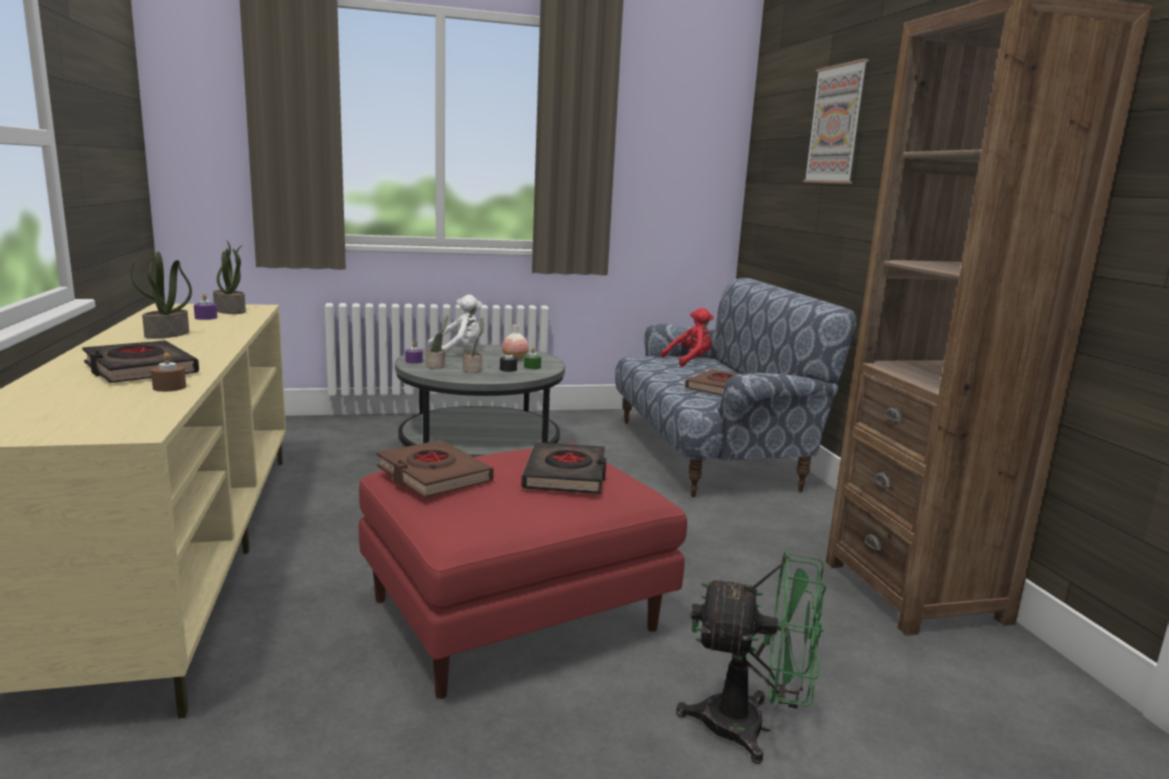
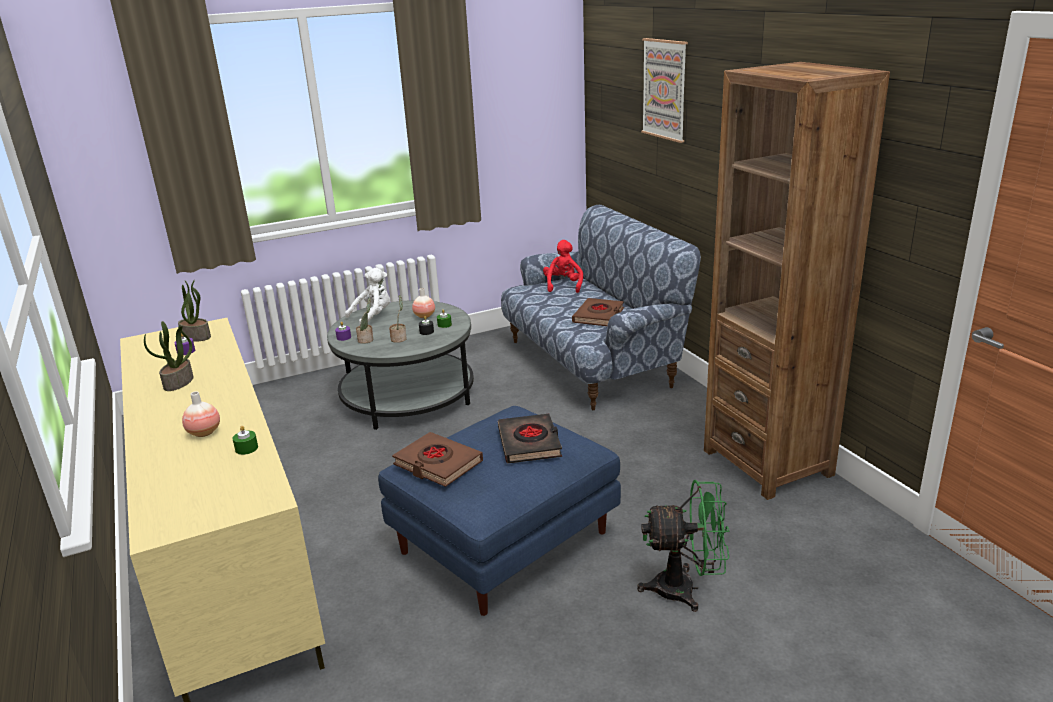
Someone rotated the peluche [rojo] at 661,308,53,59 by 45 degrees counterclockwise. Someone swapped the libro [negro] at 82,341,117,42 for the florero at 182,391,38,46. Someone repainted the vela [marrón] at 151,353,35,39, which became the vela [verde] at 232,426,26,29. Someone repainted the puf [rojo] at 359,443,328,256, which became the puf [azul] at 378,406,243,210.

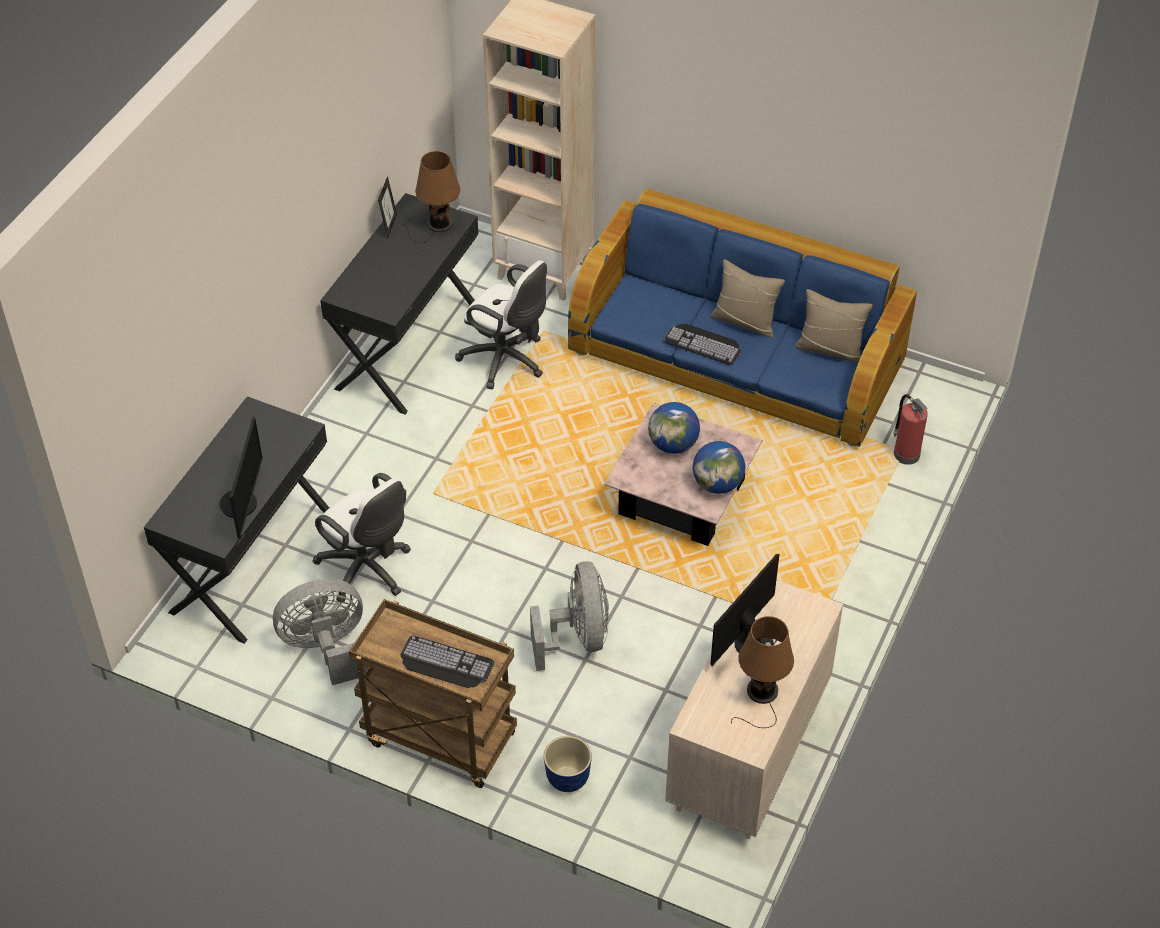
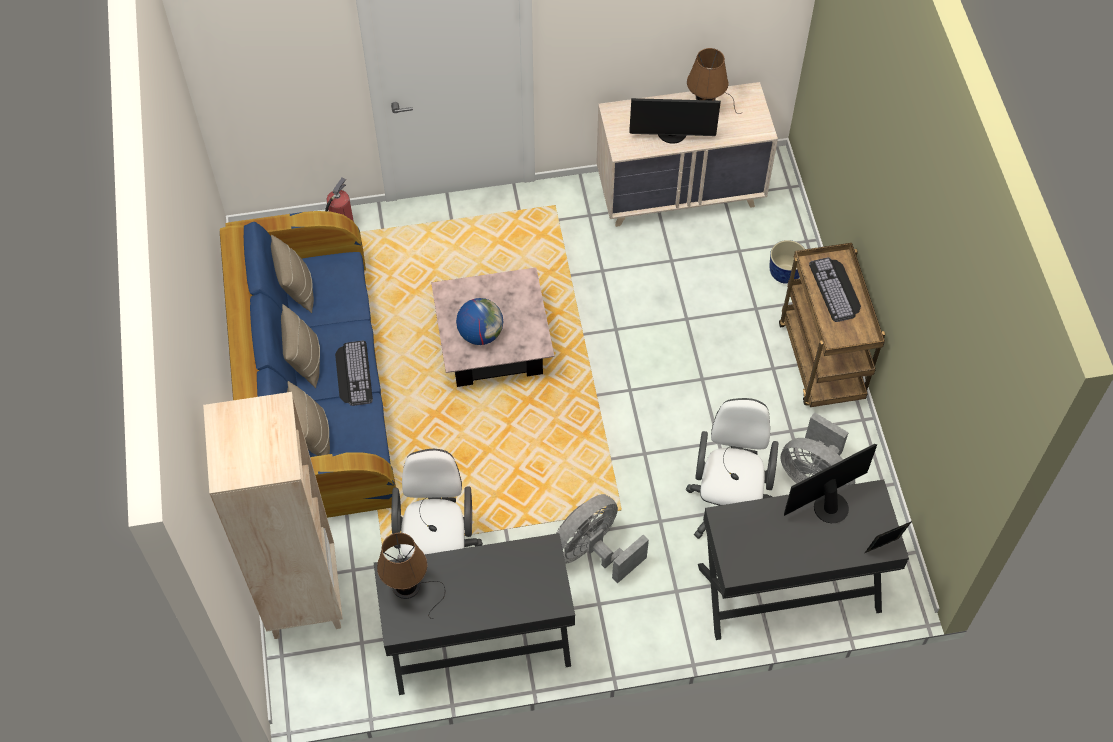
Someone carried the portarretratos from 378,176,19,62 to 865,521,47,32. Someone took away the globo terráqueo at 693,441,52,53. Someone carried the ventilador [gris] from 530,561,79,110 to 556,494,93,89. Someone put down the cojín [beis] at 287,381,43,75.

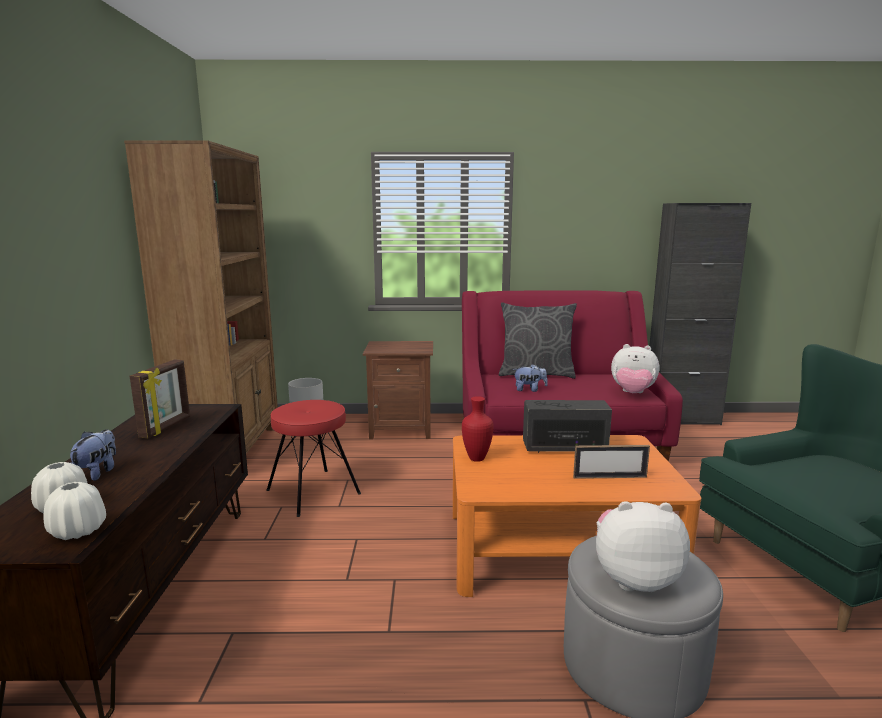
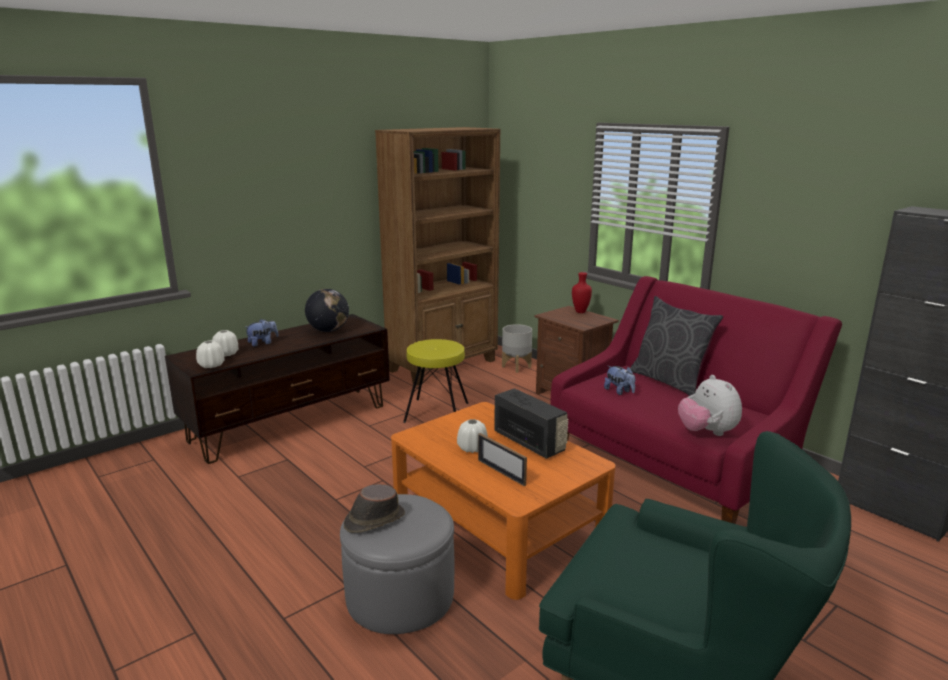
Someone swapped the portarretratos at 130,360,60,78 for the globo terráqueo at 305,289,44,43. Someone carried the florero [rojo] from 462,396,32,66 to 572,272,20,41. Someone repainted the taburete [rojo] at 266,400,95,117, which became the taburete [amarillo] at 403,339,66,84. Someone swapped the peluche at 596,501,94,91 for the sombrero [marrón] at 344,484,61,49. Someone put down the florero [blanco] at 457,419,31,34.

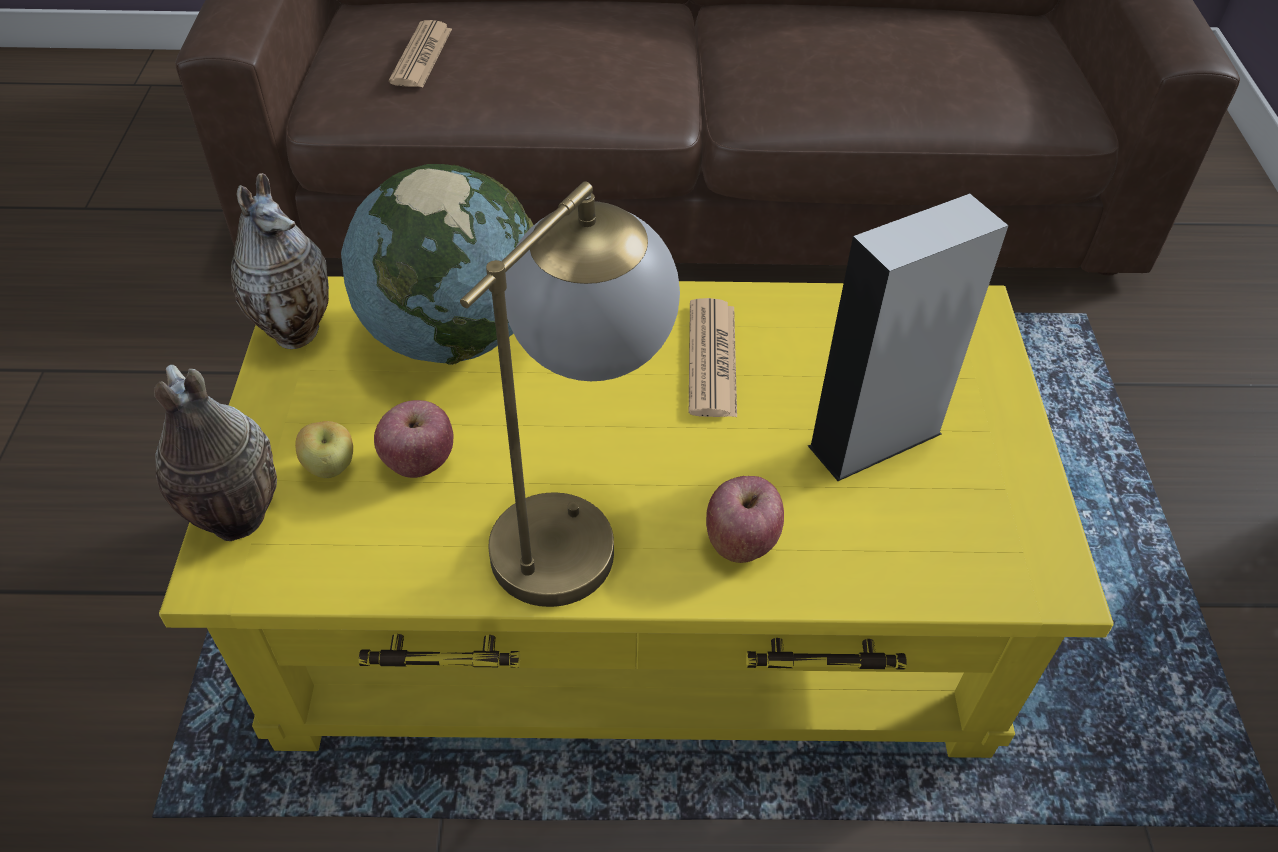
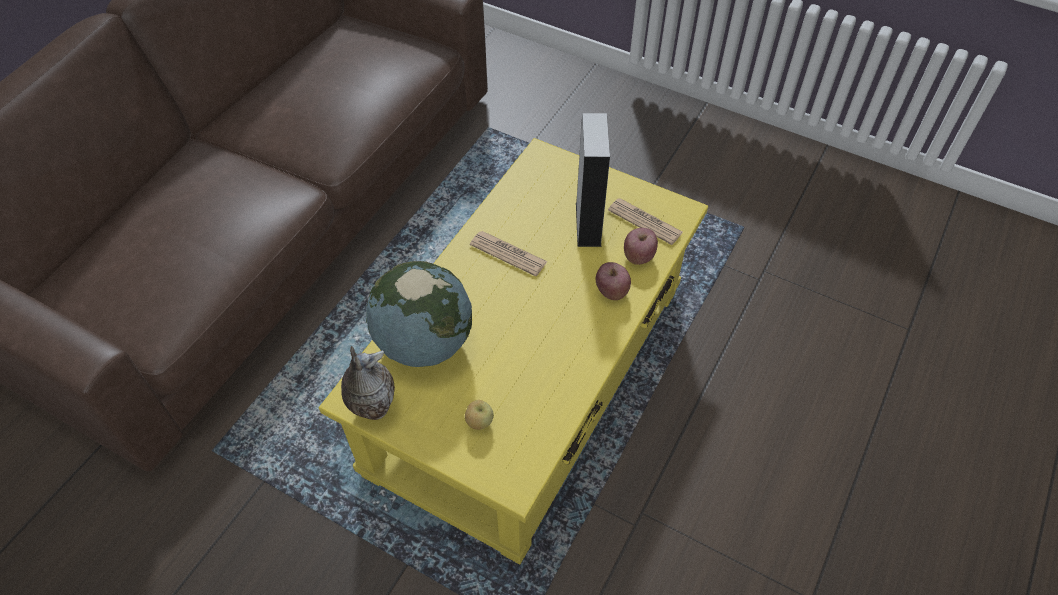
Someone carried the periódico from 389,20,63,68 to 608,198,75,47. Someone took away the lámpara de mesa at 460,181,220,426. Someone took away the florero at 154,365,123,176. Someone carried the manzana from 374,400,80,78 to 624,228,34,37.

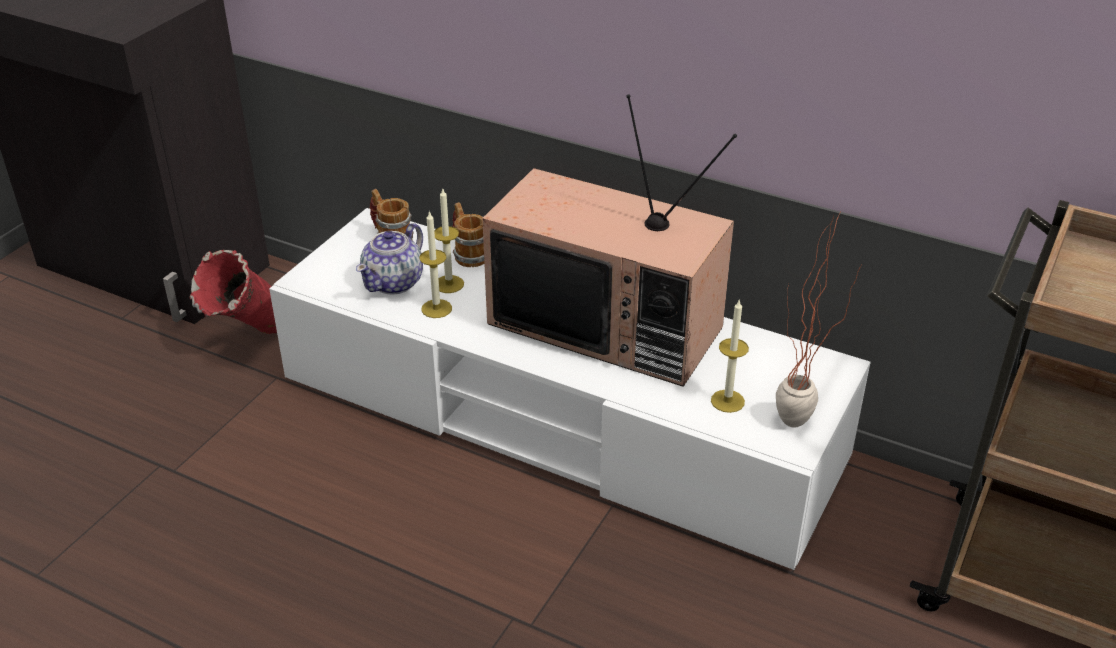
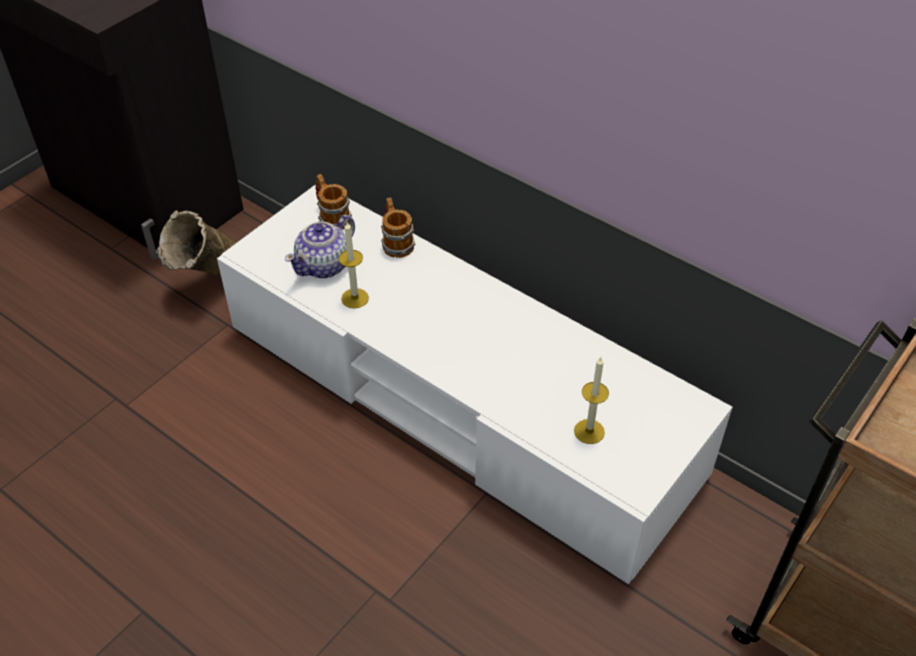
Someone took away the televisor at 482,94,255,293. Someone took away the vela at 434,189,30,104. Someone took away the planta en maceta at 776,213,85,215. Someone repainted the florero [rojo] at 189,250,88,84, which became the florero [beis] at 157,210,79,67.

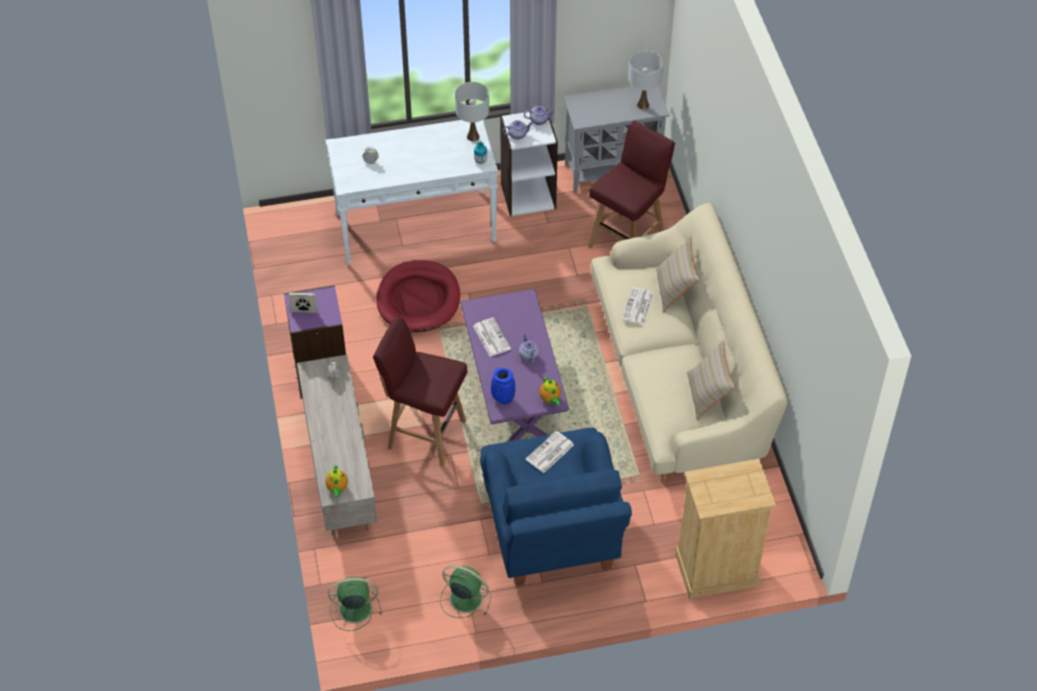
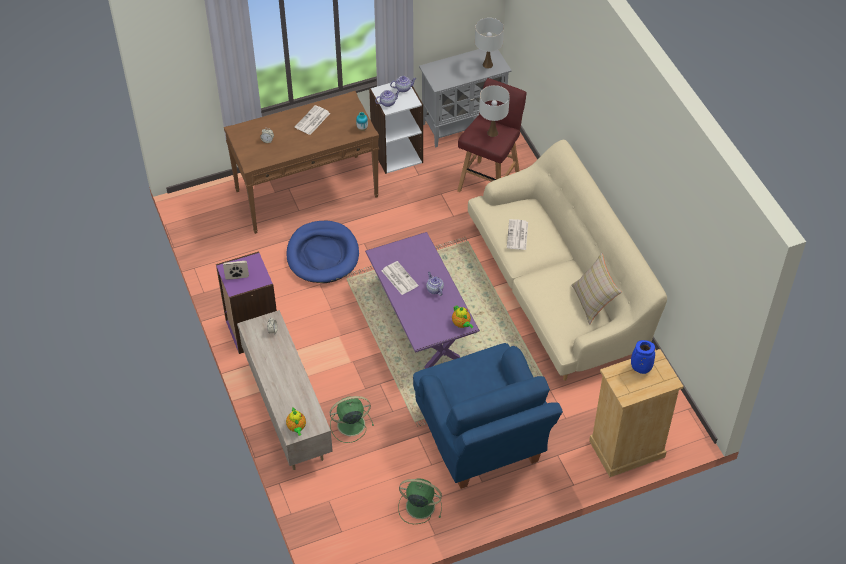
Someone carried the lámpara de mesa [blanco] from 455,82,34,59 to 479,85,31,52. Someone repainted the mesa consola [blanco] at 325,120,173,145, which became the mesa consola [marrón] at 224,91,155,143. Someone took away the cojín [beis] at 656,236,44,76. Someone repainted the cama para perro [rojo] at 376,260,84,72, which became the cama para perro [azul] at 287,221,72,62. Someone took away the taburete [rojo] at 373,316,95,151. Someone carried the florero [azul] from 491,368,24,36 to 631,340,24,34. Someone carried the periódico from 526,431,48,42 to 295,105,35,30. Someone carried the ventilador [verde] from 328,577,54,54 to 330,396,44,47.

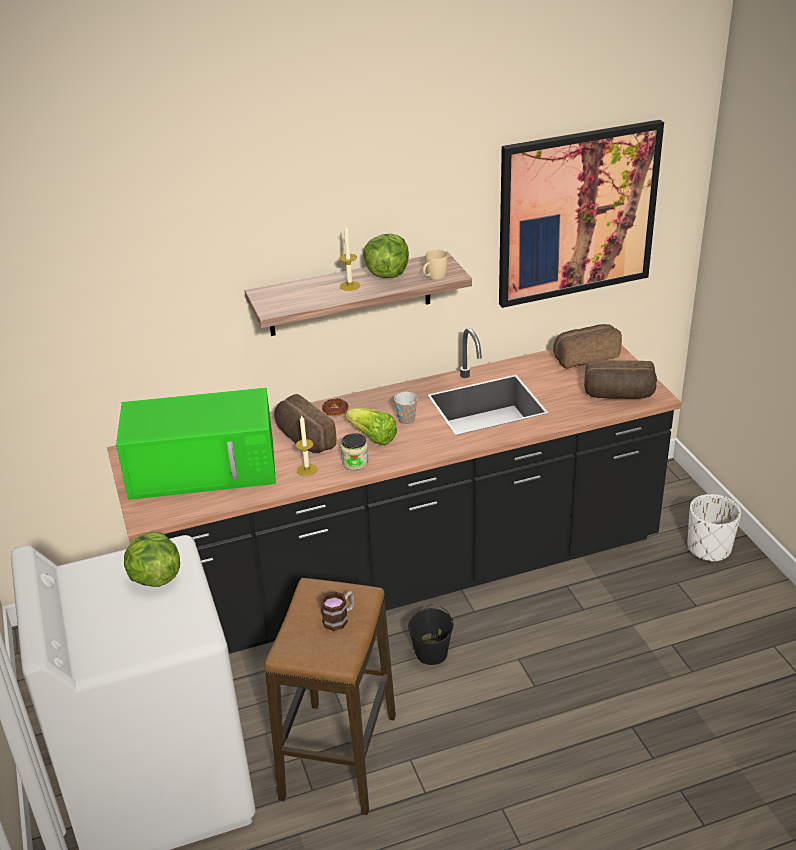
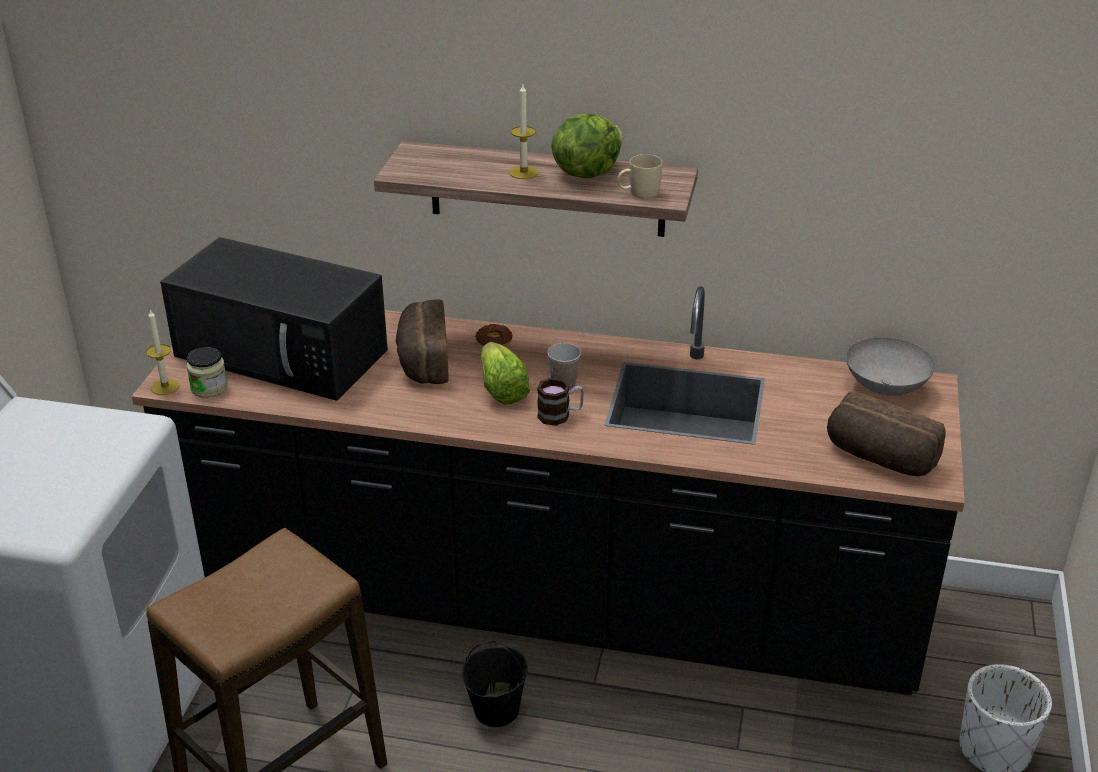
Someone took away the cuadro at 499,120,165,188. Someone swapped the pan at 553,324,69,45 for the cuenco [gris] at 846,337,89,59. Someone repainted the microondas [verde] at 116,388,160,112, which became the microondas [negro] at 160,237,228,164. Someone carried the vela from 296,415,21,61 to 146,309,34,86. Someone carried the tarro from 341,433,28,37 to 186,347,42,51. Someone took away the lechuga at 124,532,56,55. Someone carried the taza grande from 320,591,34,40 to 537,378,47,48.

